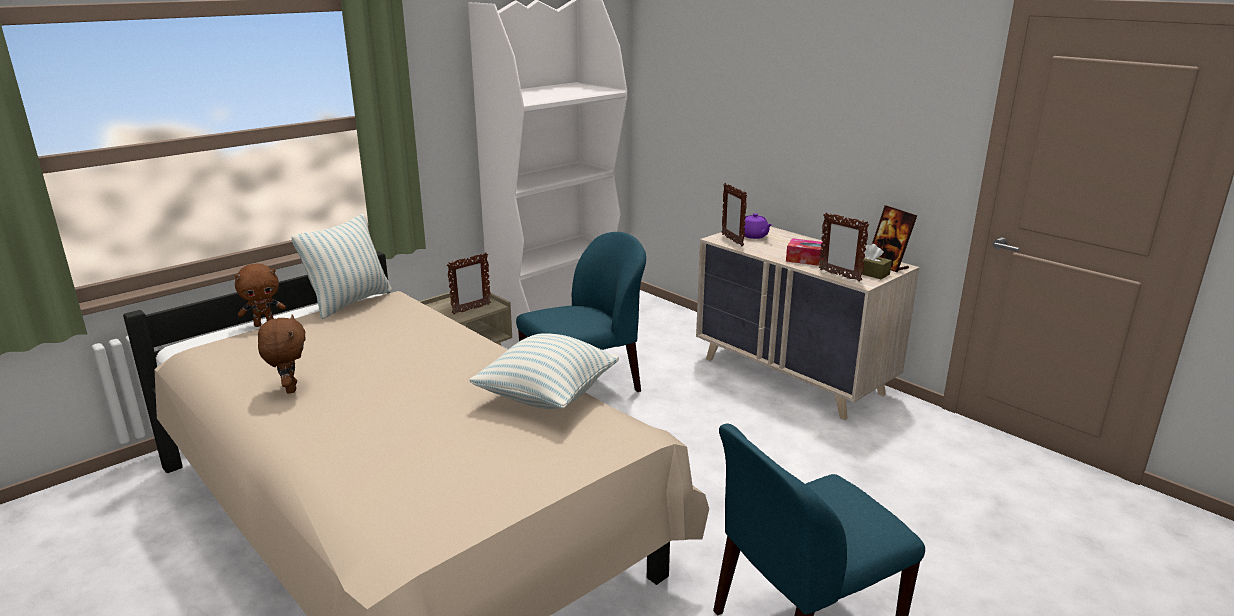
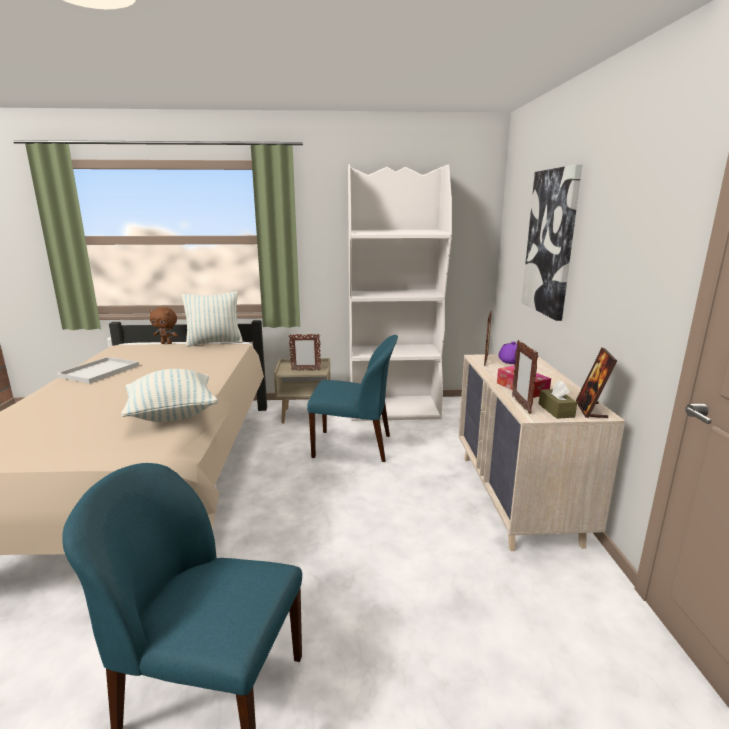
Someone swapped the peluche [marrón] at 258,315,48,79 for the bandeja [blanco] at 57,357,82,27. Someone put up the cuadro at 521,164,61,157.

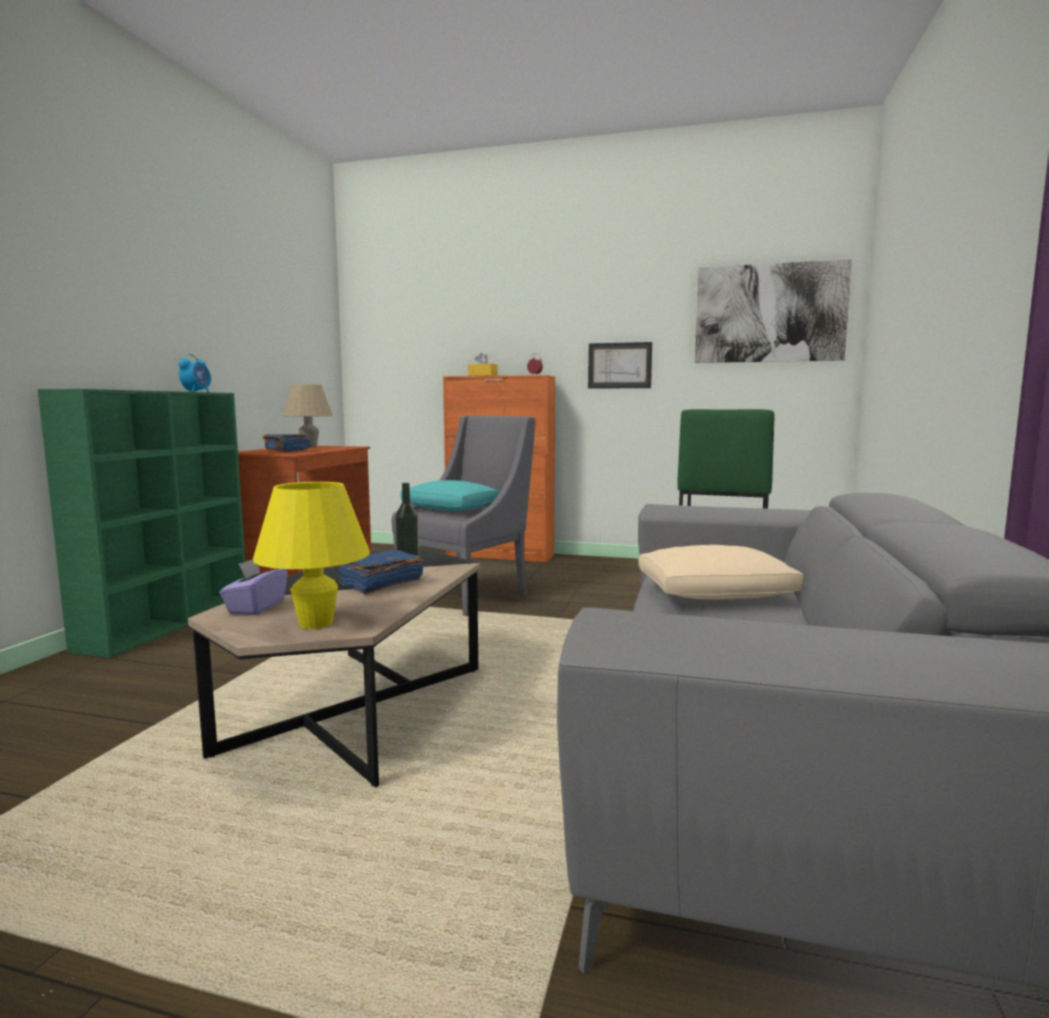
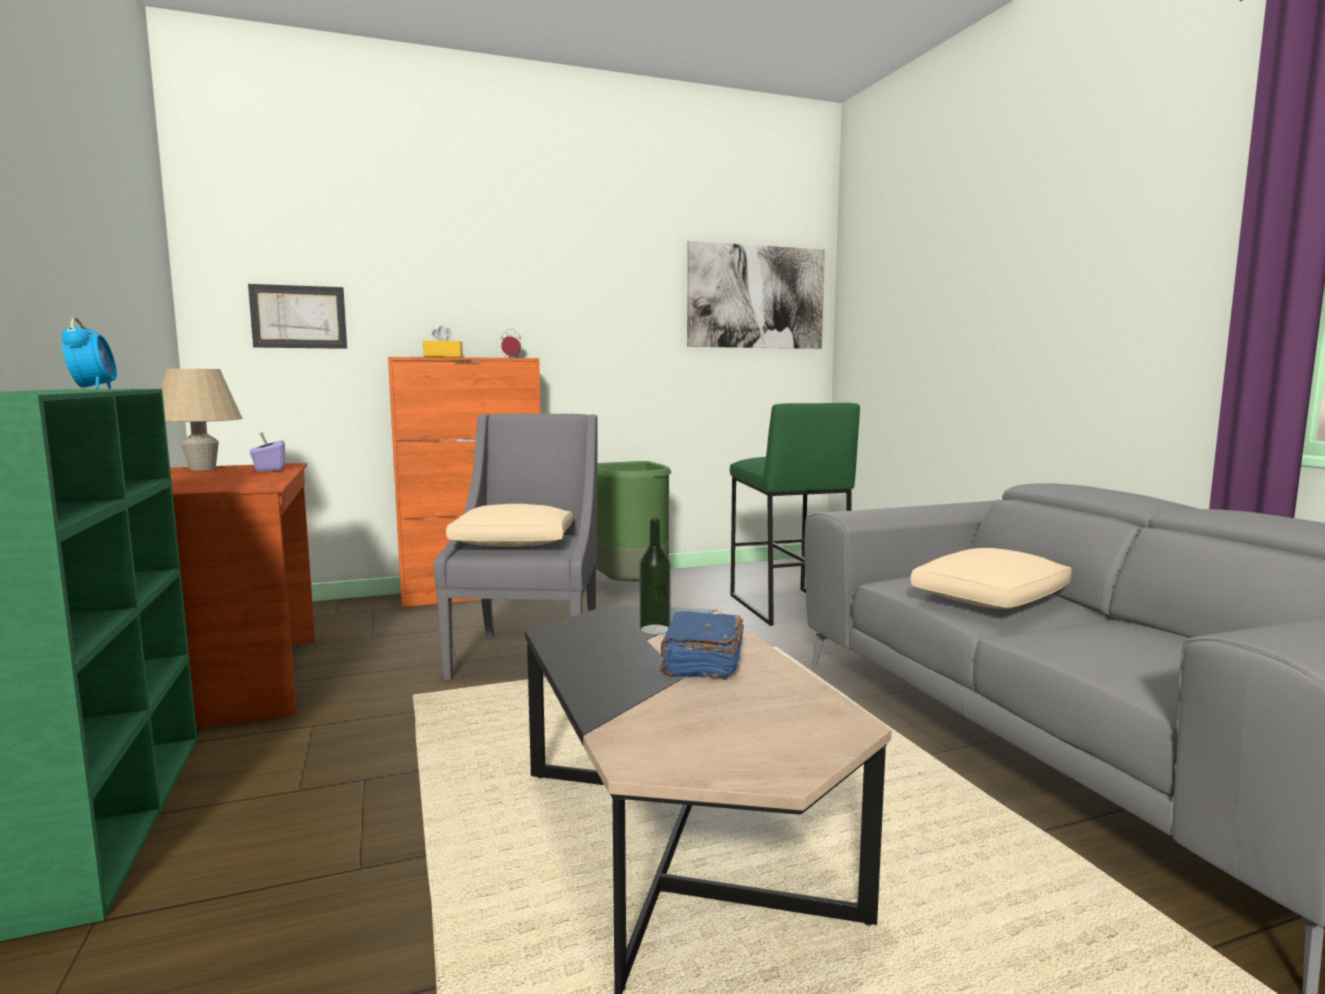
Someone carried the cuadro from 588,342,64,47 to 248,284,99,65. Someone took away the libro [azul] at 263,434,48,18. Someone repainted the cojín [turquesa] at 400,480,100,31, which became the cojín [beis] at 446,504,127,43. Someone took away the lámpara de mesa [amarillo] at 253,482,117,147. Someone carried the caja de pañuelos [morado] from 219,559,69,56 to 250,432,35,40. Someone put down the papelera [verde] at 596,461,75,120.

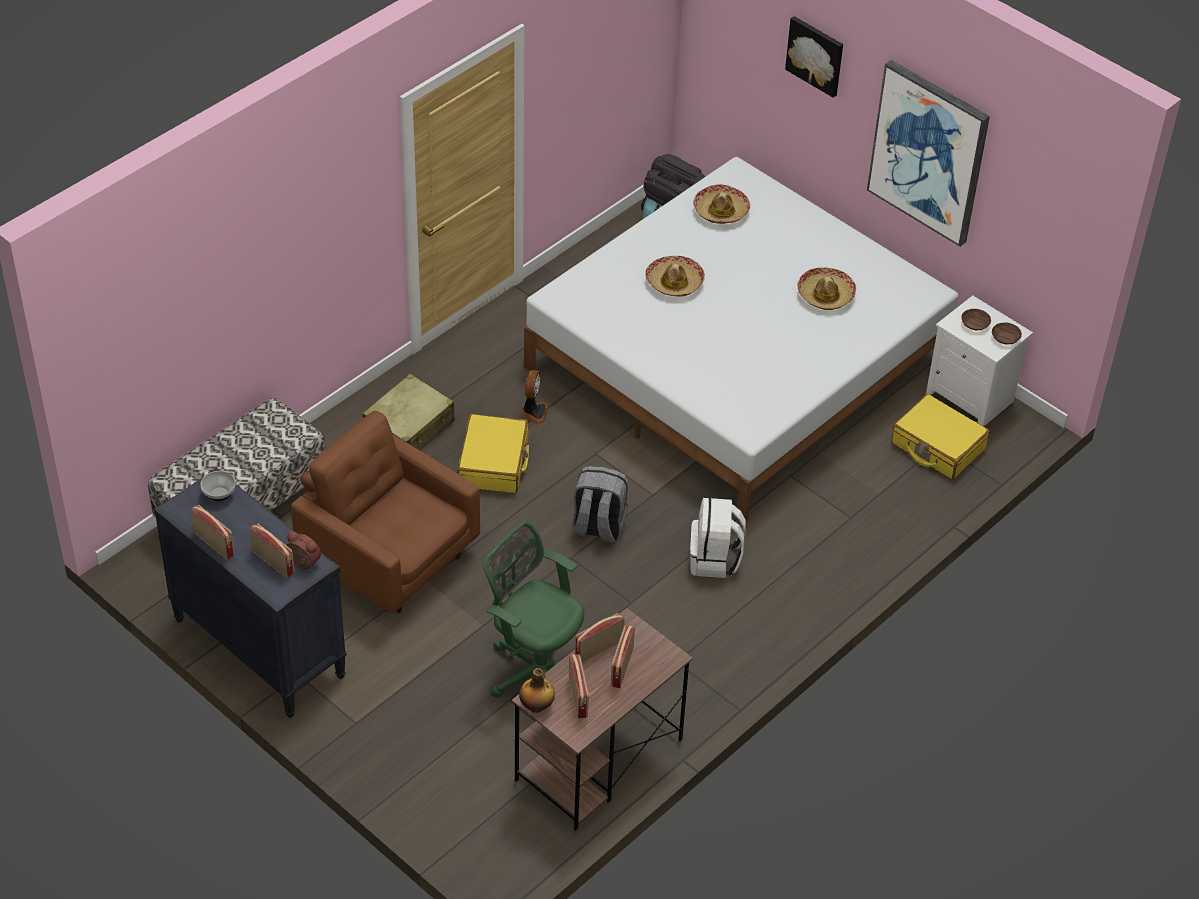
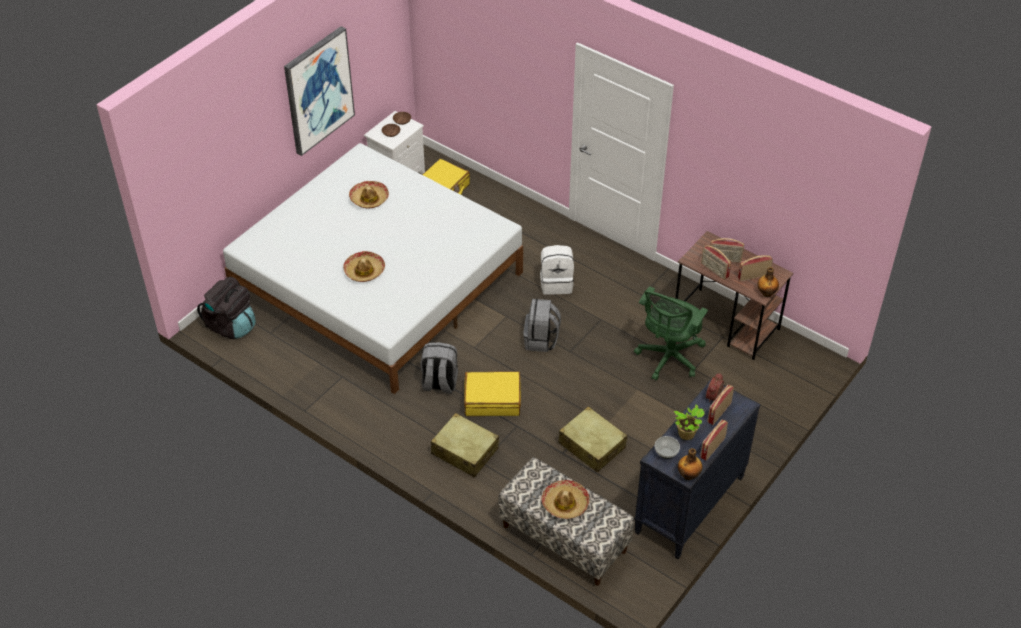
Someone took away the cuadro at 785,16,58,82. Someone carried the sombrero from 693,184,57,40 to 541,480,49,39. Someone swapped the ventilador at 520,370,30,54 for the mochila [gris] at 421,342,37,52. Someone swapped the sillón [marrón] at 291,411,189,203 for the maleta [beis] at 558,406,69,67. Someone put down the planta en maceta at 674,405,30,35. Someone put down the botella at 678,448,24,32.

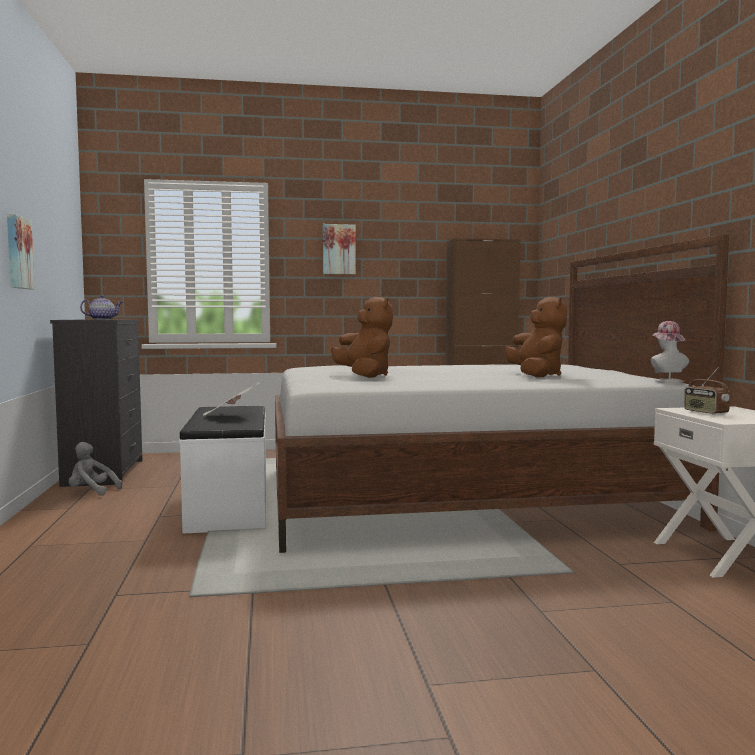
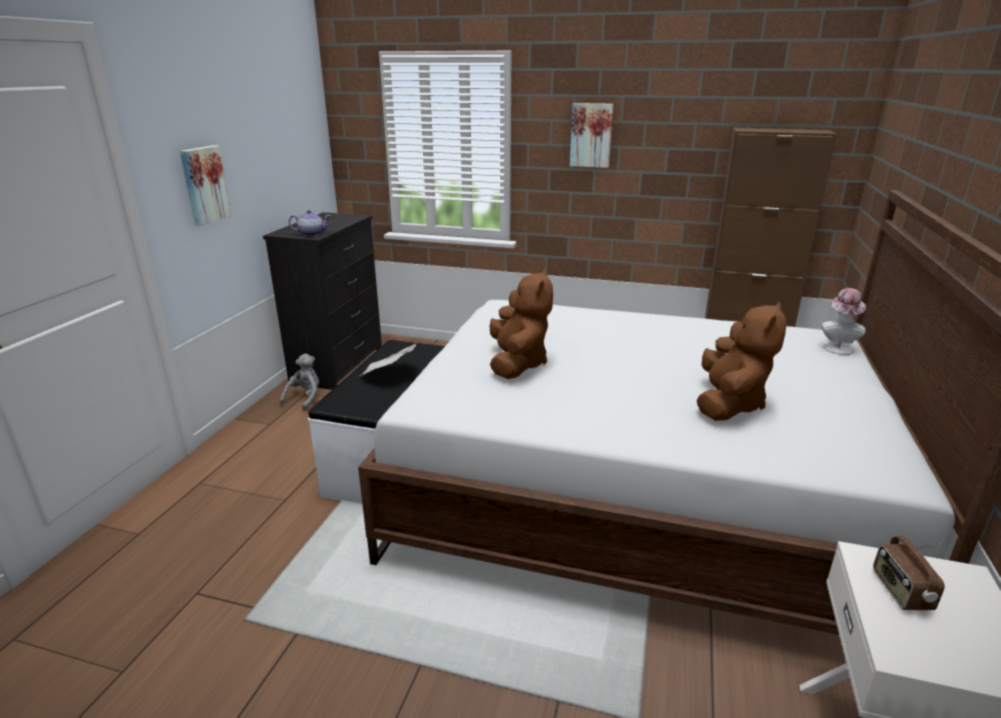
Someone carried the sombrero from 651,321,38,62 to 822,288,44,67. Someone rotated the peluche [gris] at 69,442,53,53 by 75 degrees clockwise.

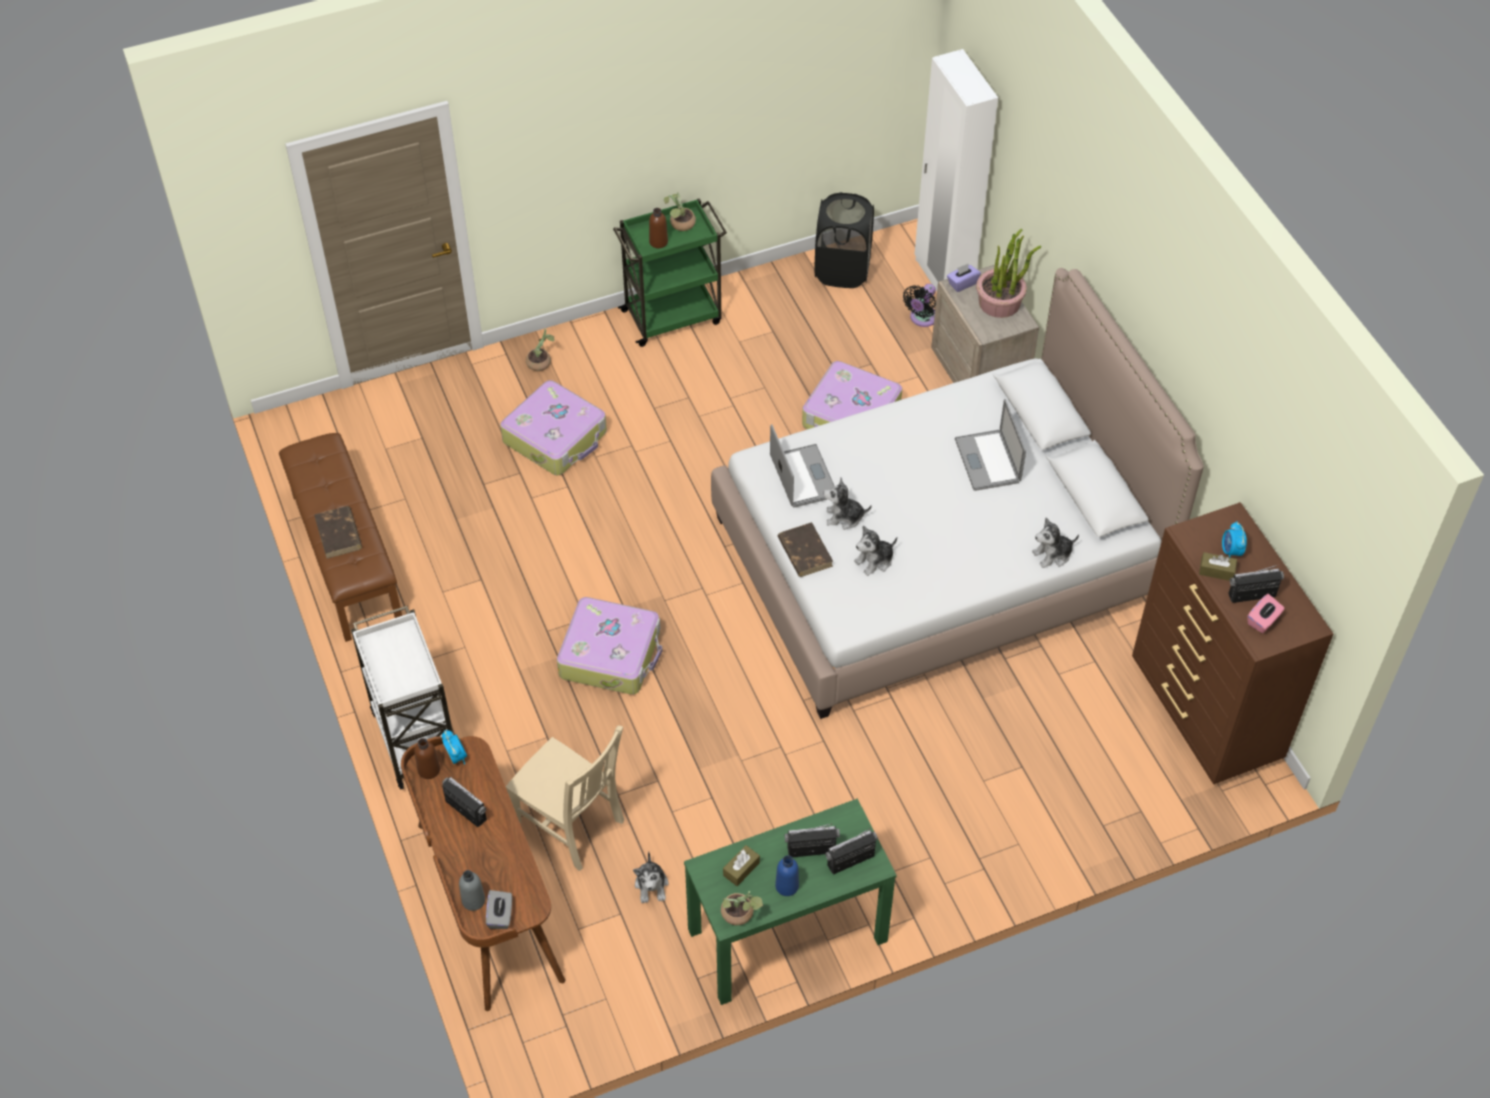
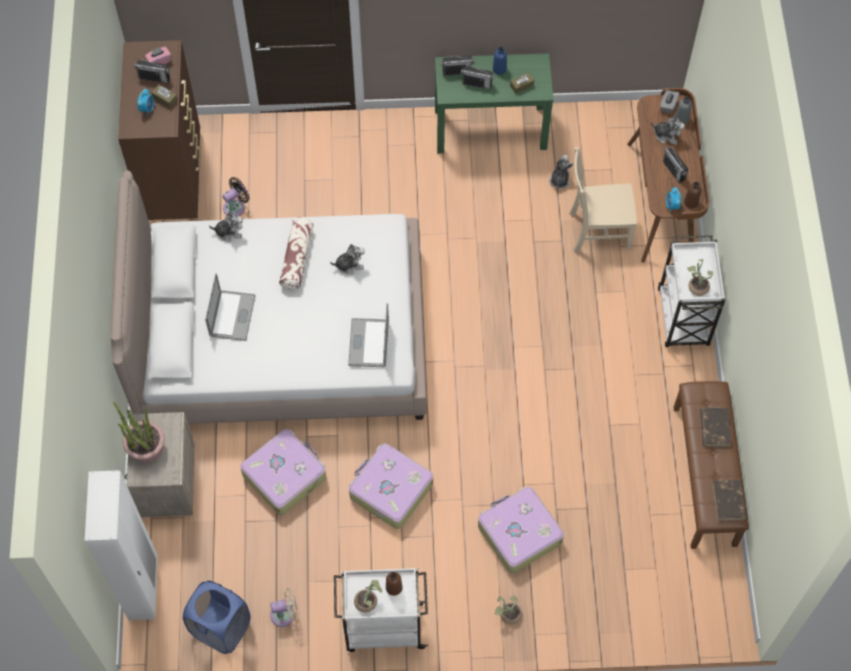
Someone repainted the cesto de la ropa [negro] at 814,192,60,96, which became the cesto de la ropa [azul] at 183,581,67,73. Someone repainted the carrito [verde] at 613,198,114,149, which became the carrito [blanco] at 334,568,94,84. Someone took away the caja de pañuelos [morado] at 947,264,34,28. Someone carried the ventilador [negro] from 903,284,33,43 to 222,177,27,39. Someone carried the peluche from 824,478,48,51 to 651,114,34,31. Someone carried the libro [marrón] from 778,522,55,55 to 712,480,35,41. Someone carried the maleta from 557,597,105,98 to 349,443,84,86. Someone rotated the silla [beis] at 506,726,118,145 by 60 degrees counterclockwise. Someone carried the planta en maceta from 721,891,43,34 to 687,259,26,37. Someone put down the cojín at 279,217,35,73. Someone put down the ventilador [beis] at 270,588,28,39.

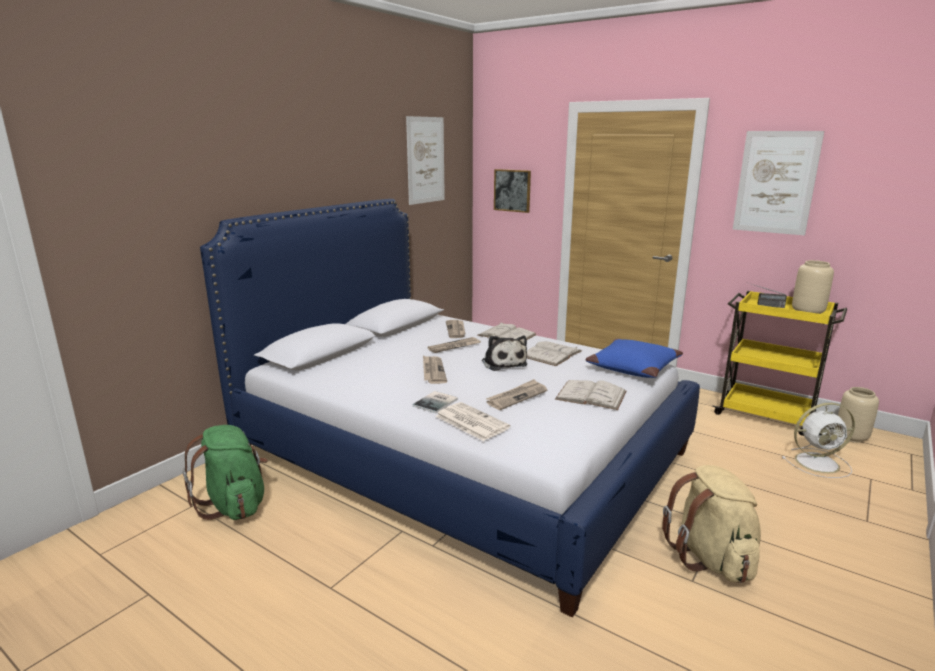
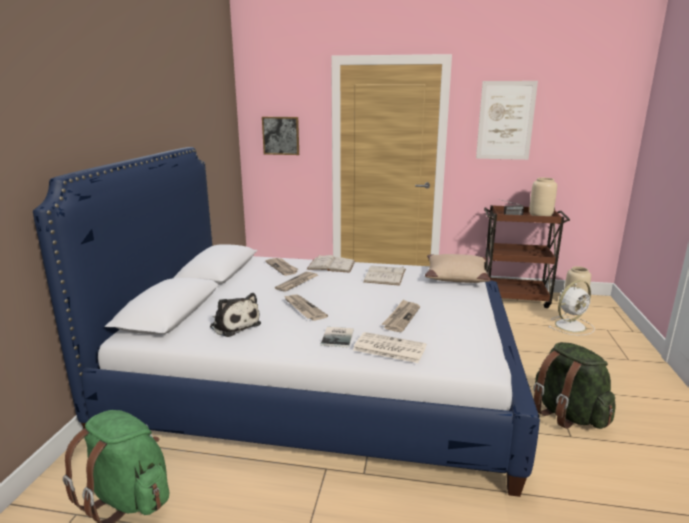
Someone took away the cuadro at 406,116,39,89. Someone repainted the carrito [amarillo] at 712,291,135,145, which became the carrito [marrón] at 484,205,86,103. Someone carried the peluche from 482,336,45,35 to 210,293,51,44. Someone repainted the cojín [azul] at 586,338,97,40, which became the cojín [beis] at 425,254,66,29. Someone took away the libro [blanco] at 555,380,71,30. Someone repainted the mochila [beis] at 662,465,99,118, which became the mochila [verde] at 534,342,82,87.

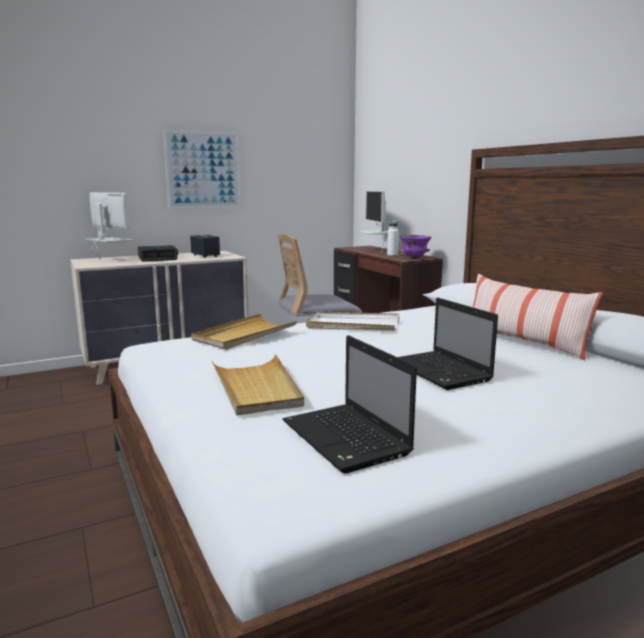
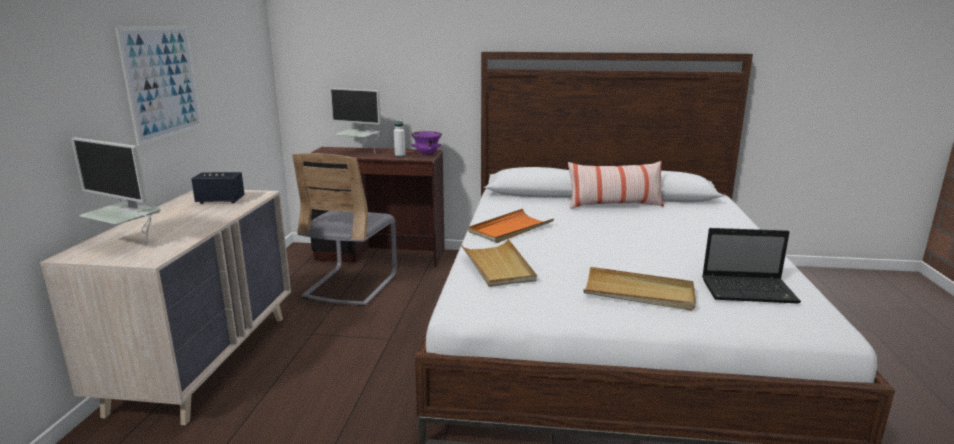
Someone rotated the monitor at 86,192,48,69 by 135 degrees counterclockwise. Someone took away the despertador at 138,245,40,17. Someone took away the portátil at 398,298,100,92. Someone repainted the bandeja [blanco] at 306,311,94,20, which became the bandeja [naranja] at 468,209,86,34.

